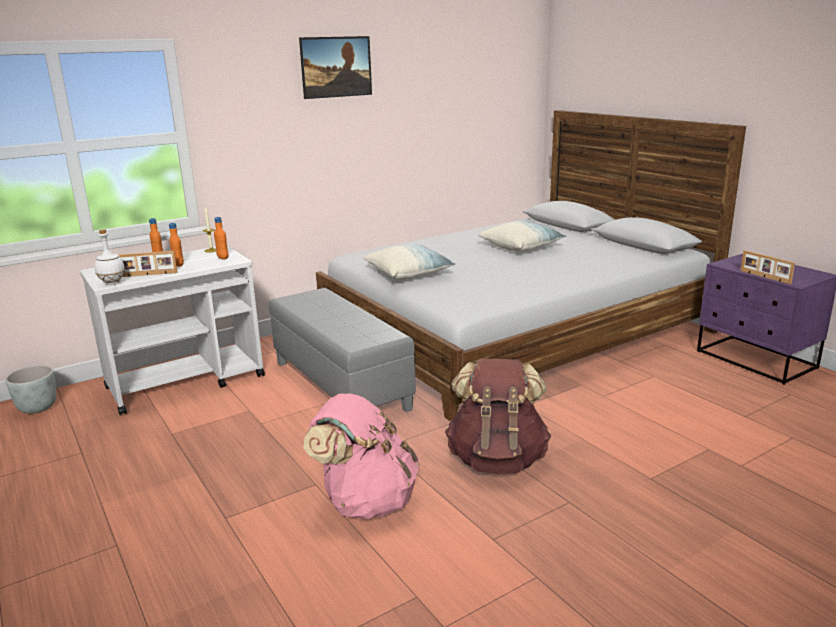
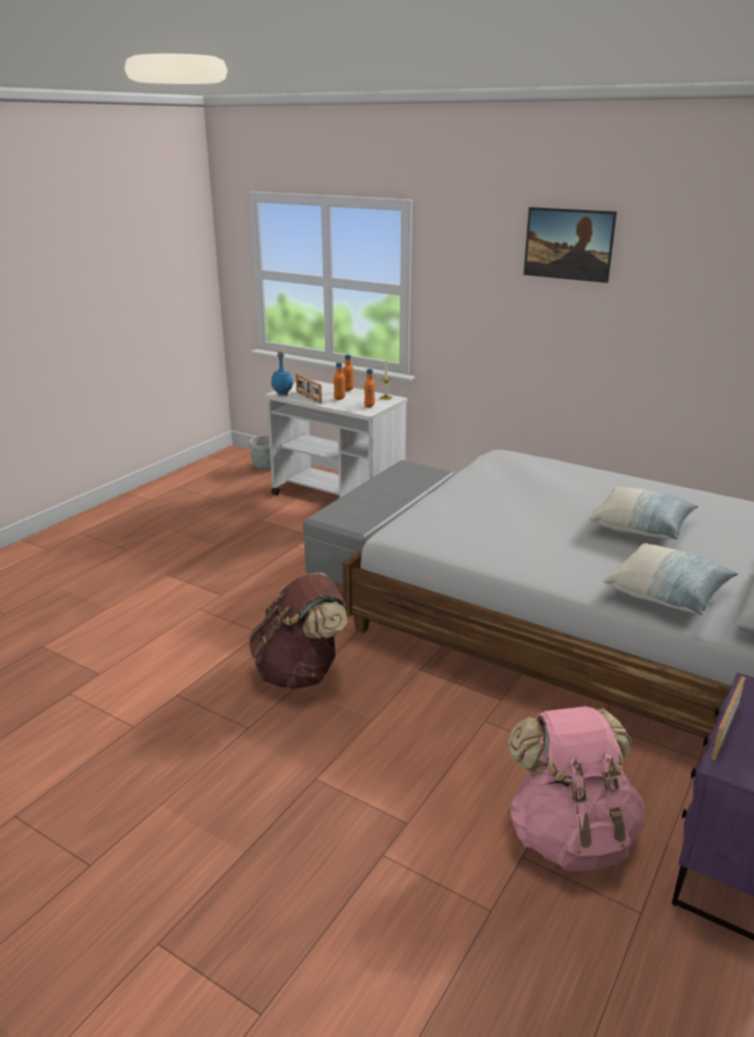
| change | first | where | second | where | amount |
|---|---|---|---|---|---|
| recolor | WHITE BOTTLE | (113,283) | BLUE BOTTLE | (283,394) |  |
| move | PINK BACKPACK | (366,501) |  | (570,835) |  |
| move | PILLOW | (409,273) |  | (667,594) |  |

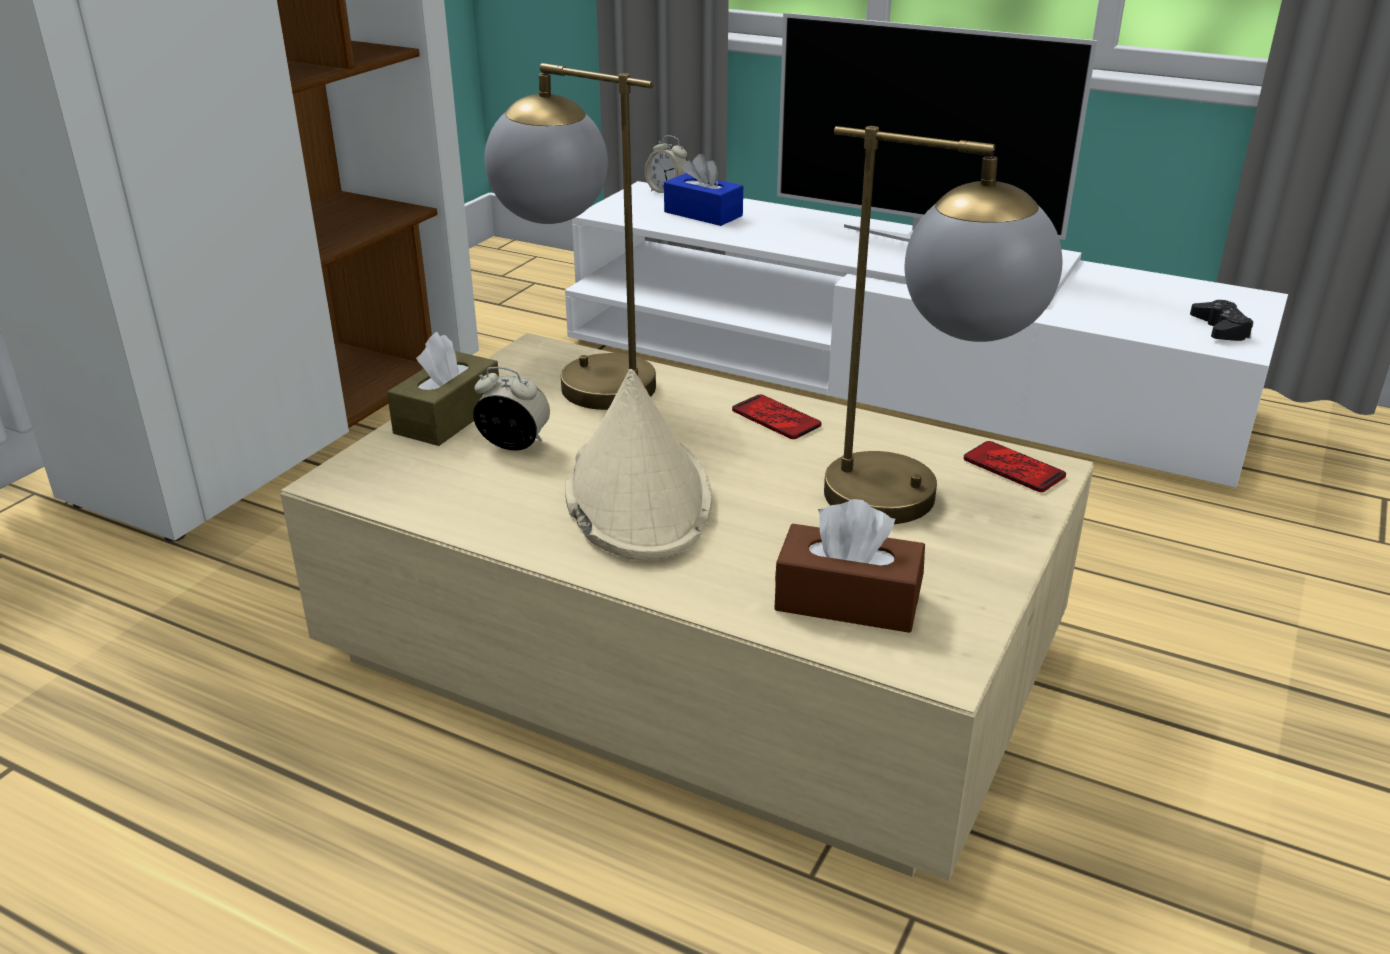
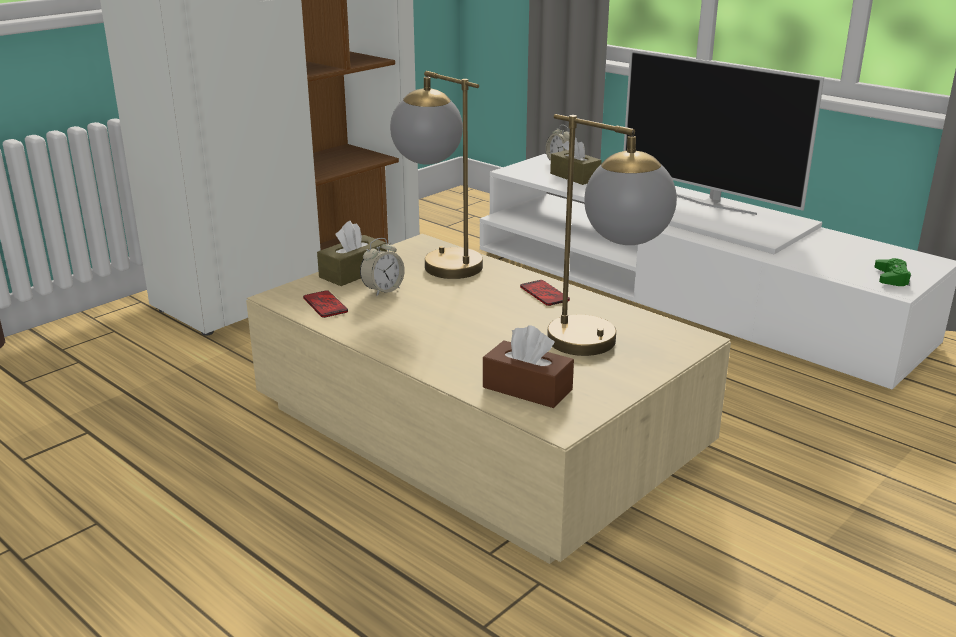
| change | first | where | second | where | amount |
|---|---|---|---|---|---|
| move | PHONE | (1013,468) |  | (325,305) |  |
| rotate | ALARM CLOCK | (514,444) |  | (383,290) | 105 degrees clockwise |
| recolor | BLUE TISSUE BOX | (703,214) | BROWN TISSUE BOX | (575,176) |  |
| recolor | BLACK GAME CONTROLLER | (1220,329) | GREEN GAME CONTROLLER | (891,278) |  |
| delete | BEIGE HAT | (636,495) |  |  |  |

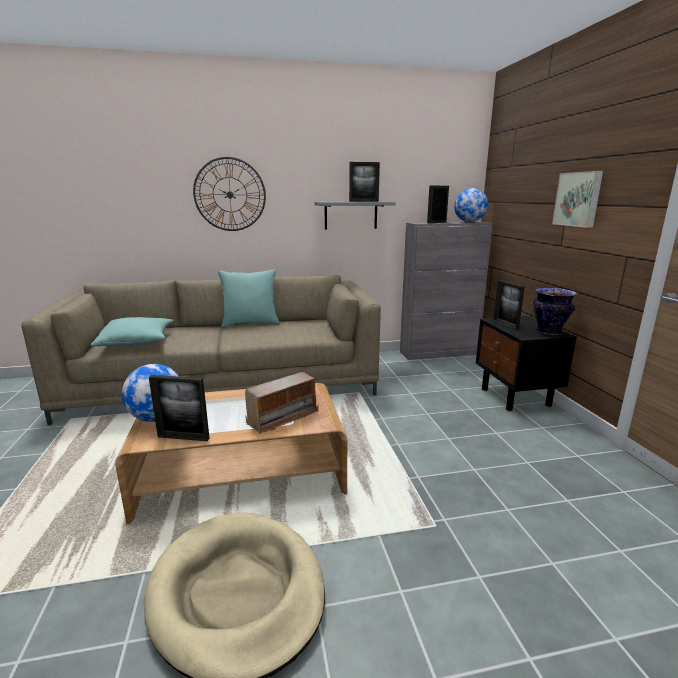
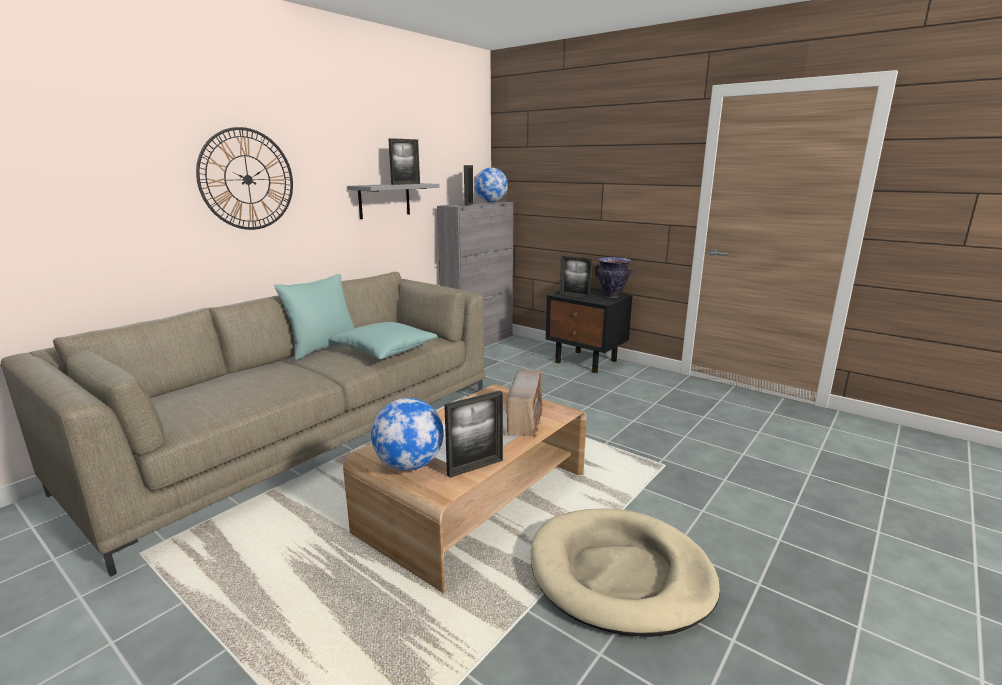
| change | first | where | second | where | amount |
|---|---|---|---|---|---|
| move | TURQUOISE PILLOW | (137,342) |  | (385,351) |  |
| delete | PICTURE | (578,199) |  |  |  |

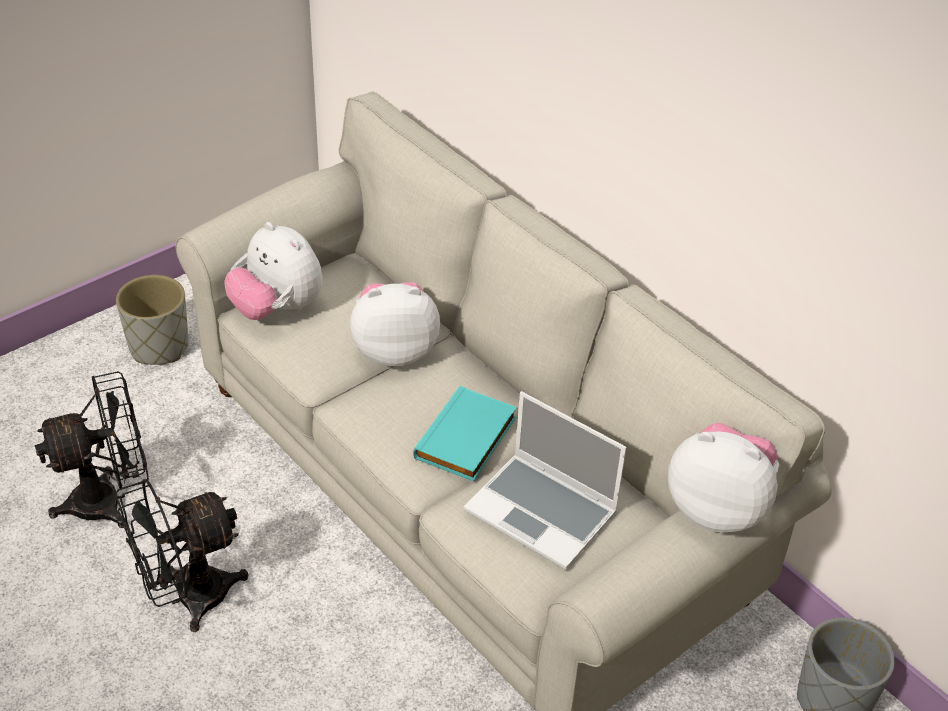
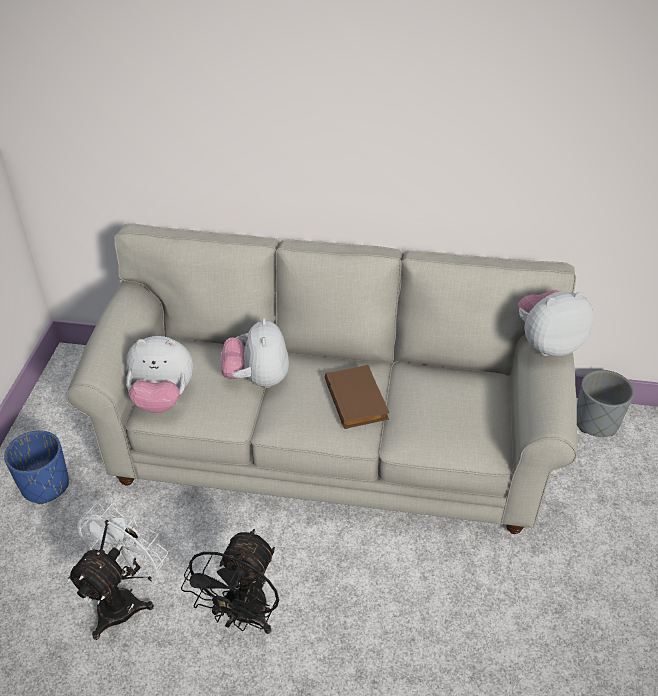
| change | first | where | second | where | amount |
|---|---|---|---|---|---|
| recolor | GREY PLANTER | (159,347) | BLUE PLANTER | (46,485) |  |
| recolor | BLACK FAN | (110,500) | WHITE FAN | (124,599) |  |
| rotate | PLUSH TOY | (394,350) |  | (257,378) | 45 degrees counterclockwise |
| recolor | TURQUOISE BOOK | (467,439) | BROWN BOOK | (358,399) |  |
| delete | LAPTOP | (543,512) |  |  |  |

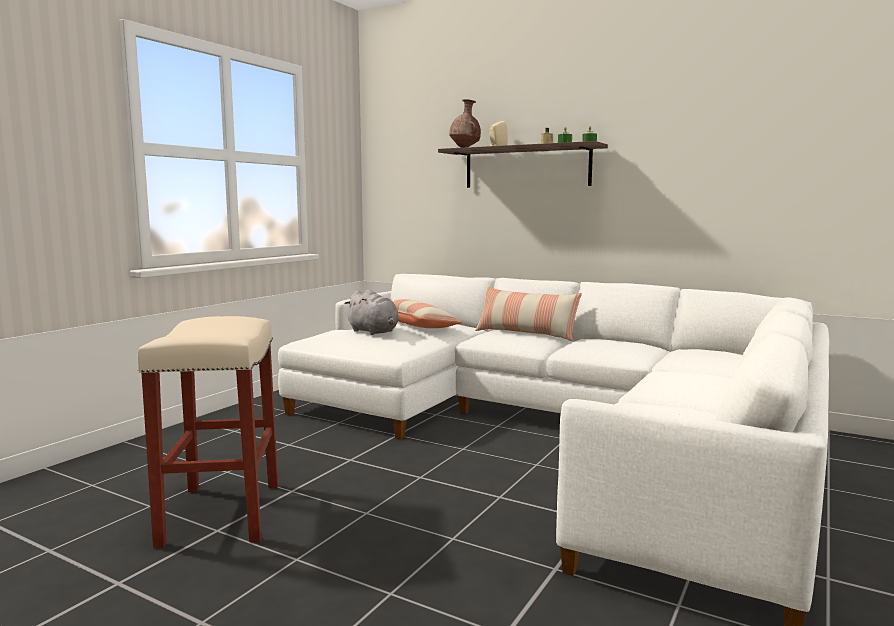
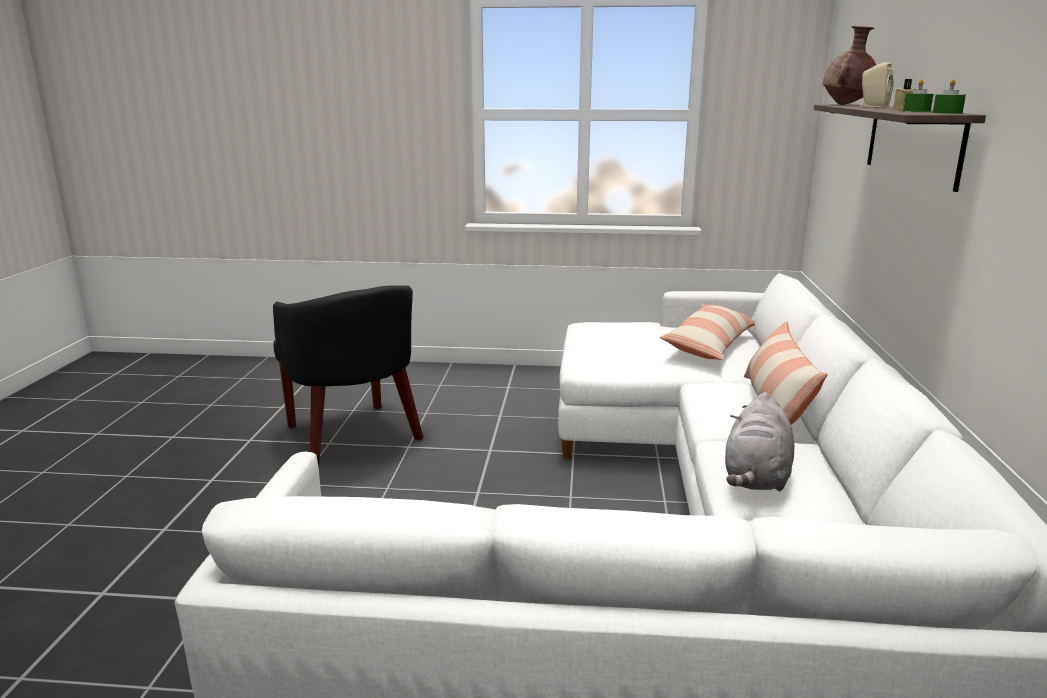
| change | first | where | second | where | amount |
|---|---|---|---|---|---|
| replace | BEIGE STOOL | (222,514) | BLACK ARMCHAIR | (353,436) |  |
| move | GREY PLUSH TOY | (374,332) |  | (756,477) |  |

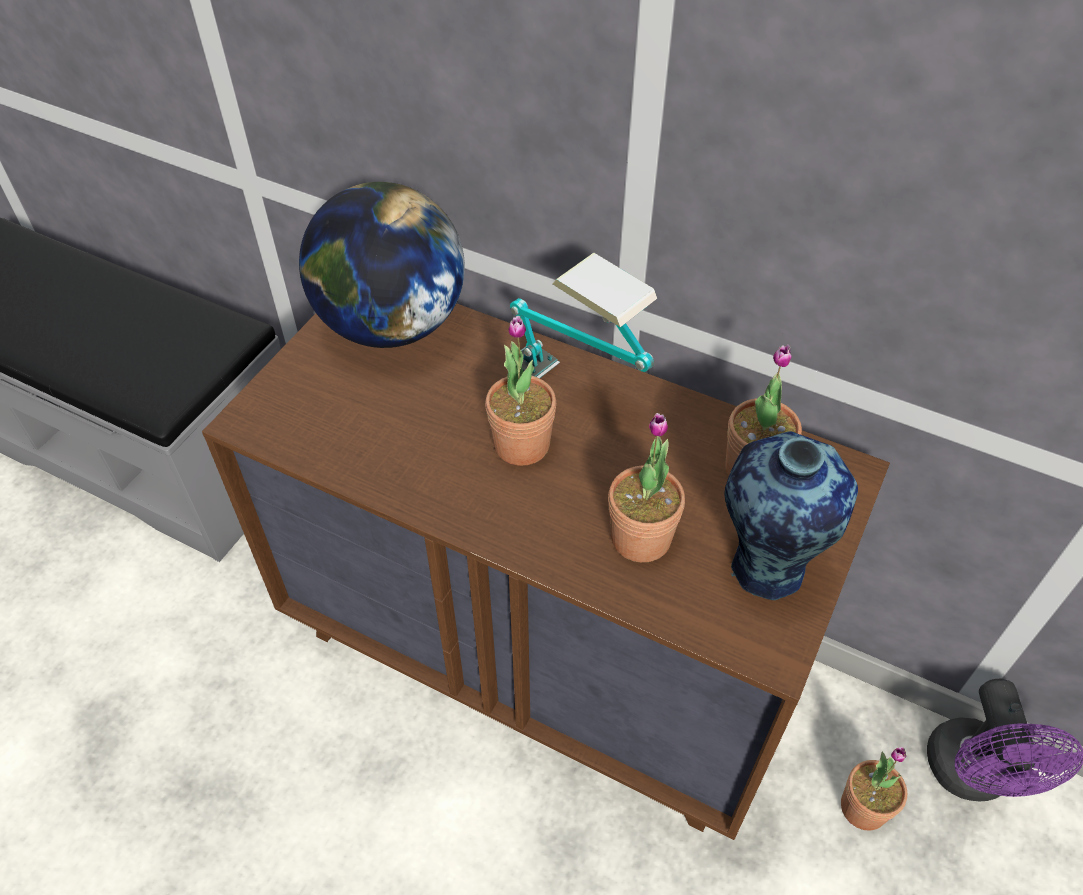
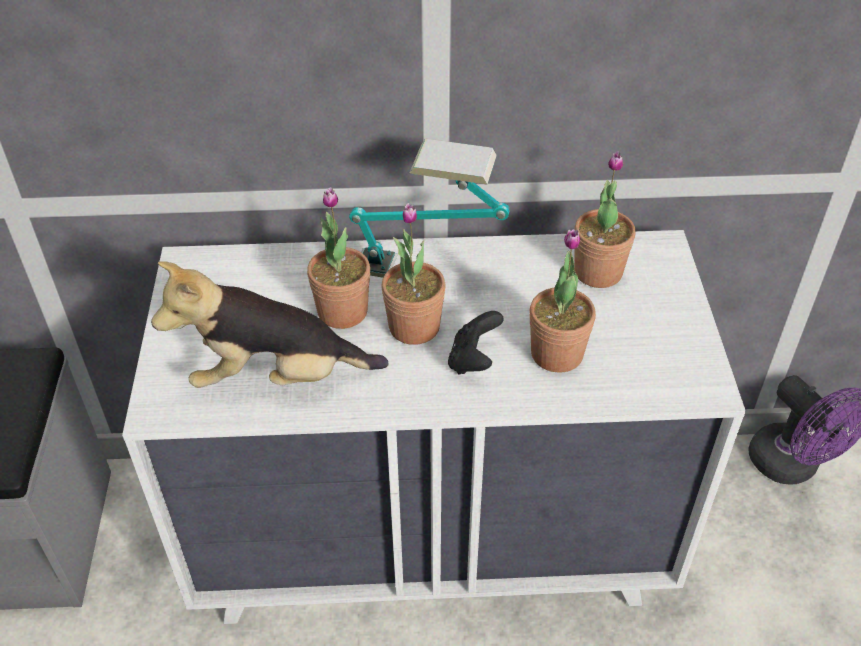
| change | first | where | second | where | amount |
|---|---|---|---|---|---|
| recolor | BROWN DRESSER | (543,655) | WHITE DRESSER | (433,537) |  |
| insert |  |  | PLUSH TOY | (276,377) |  |
| move | POTTED PLANT | (863,807) |  | (342,311) |  |
| insert |  |  | BLACK GAME CONTROLLER | (473,360) |  |
| delete | GLOBE | (391,325) |  |  |  |
| delete | VASE | (764,570) |  |  |  |

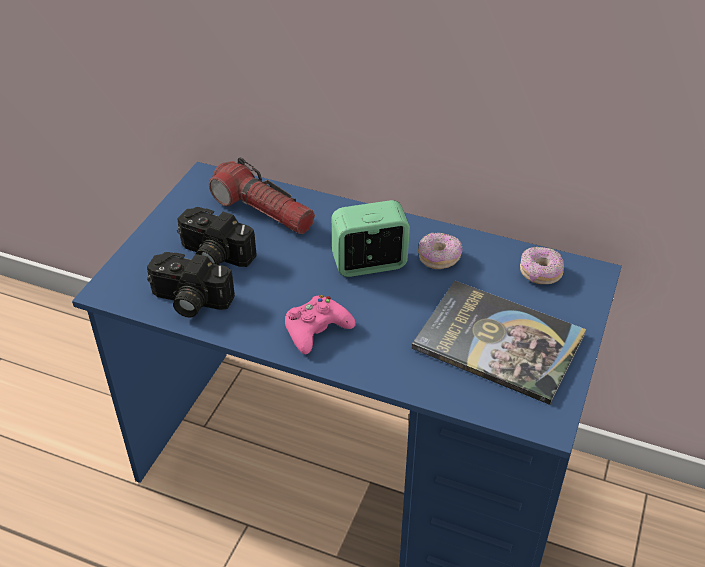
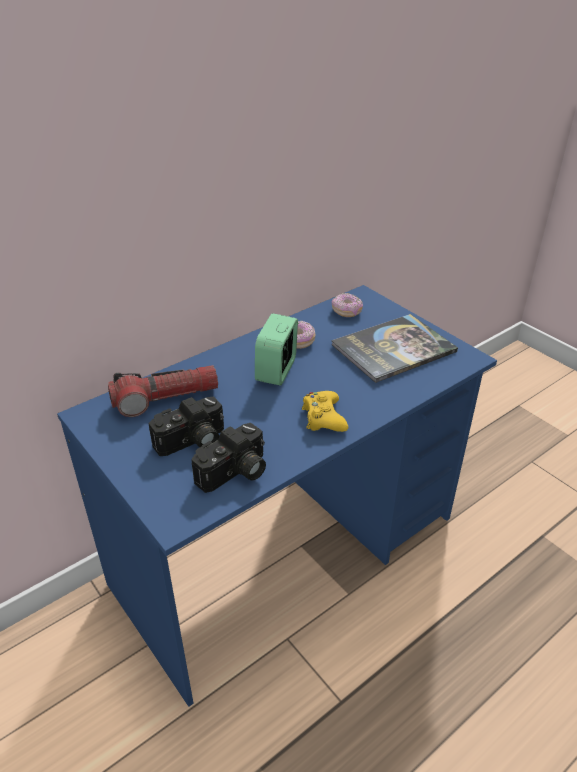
| change | first | where | second | where | amount |
|---|---|---|---|---|---|
| recolor | PINK GAME CONTROLLER | (316,330) | YELLOW GAME CONTROLLER | (323,418) |  |

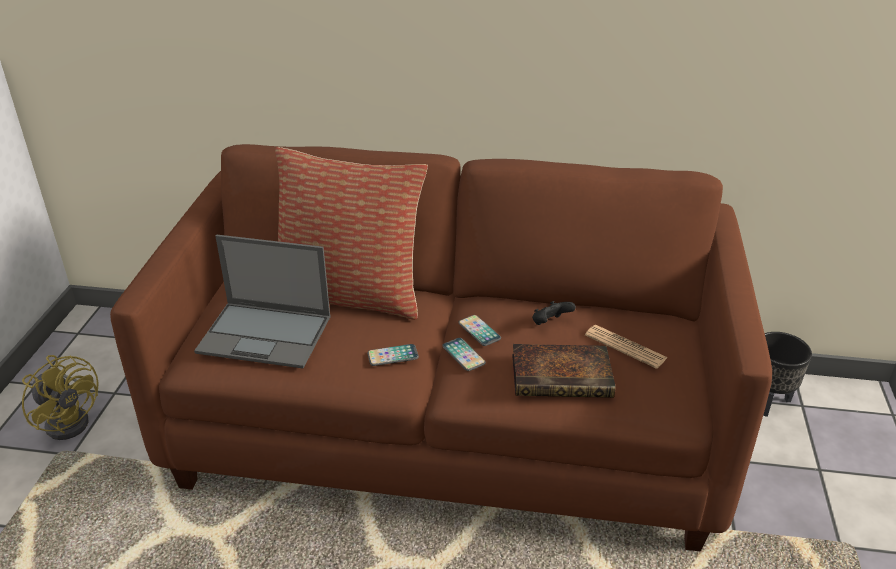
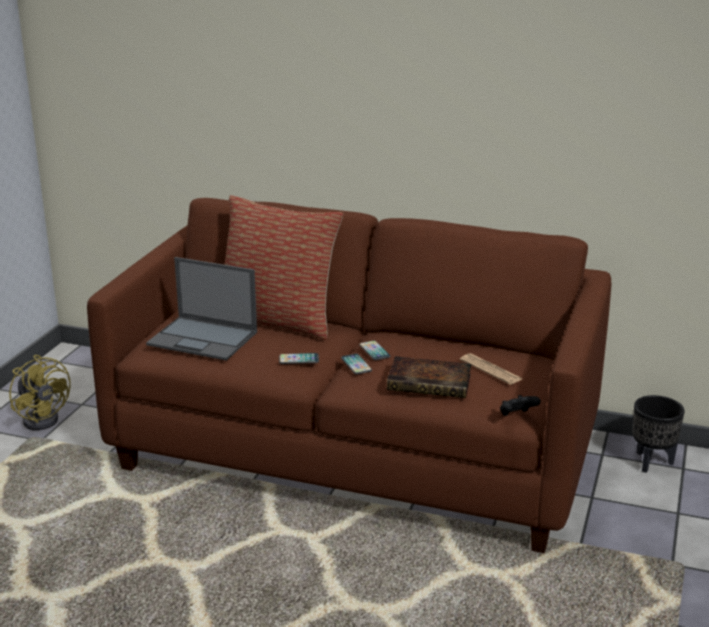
| change | first | where | second | where | amount |
|---|---|---|---|---|---|
| move | BLACK GAME CONTROLLER | (550,323) |  | (517,416) |  |

